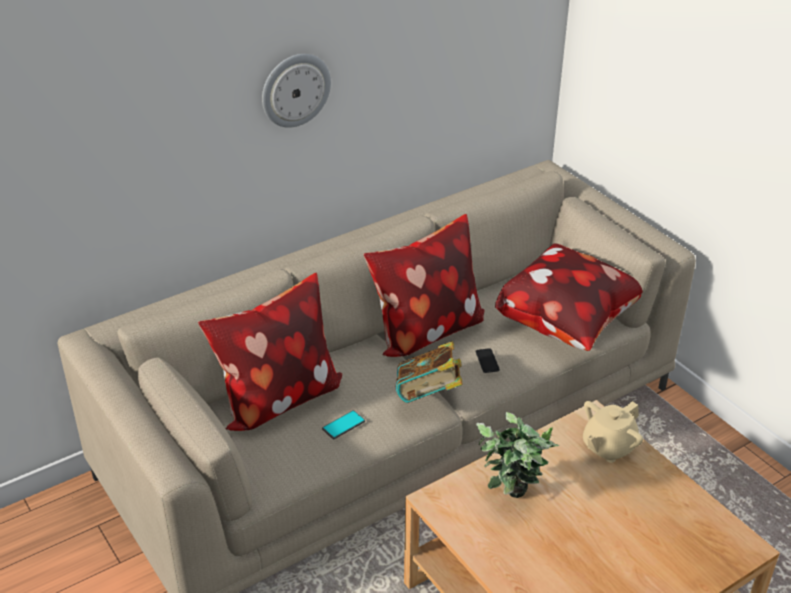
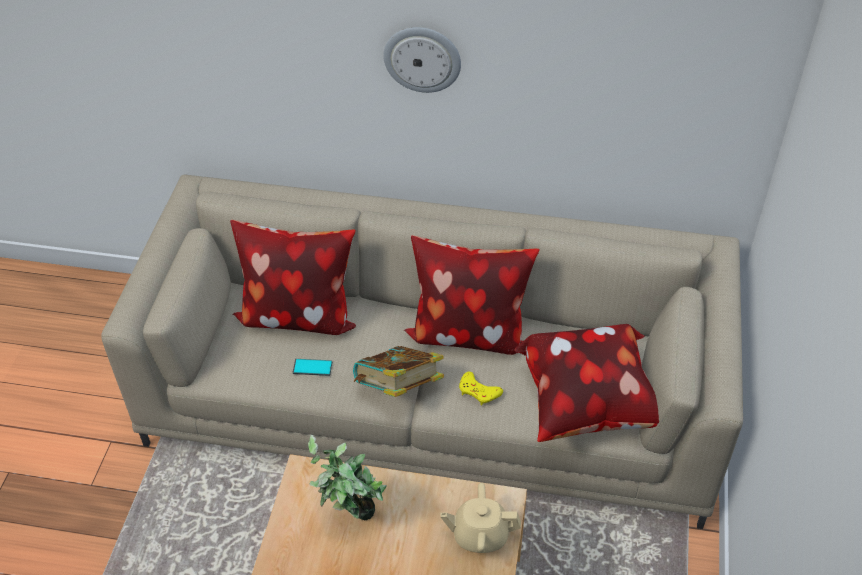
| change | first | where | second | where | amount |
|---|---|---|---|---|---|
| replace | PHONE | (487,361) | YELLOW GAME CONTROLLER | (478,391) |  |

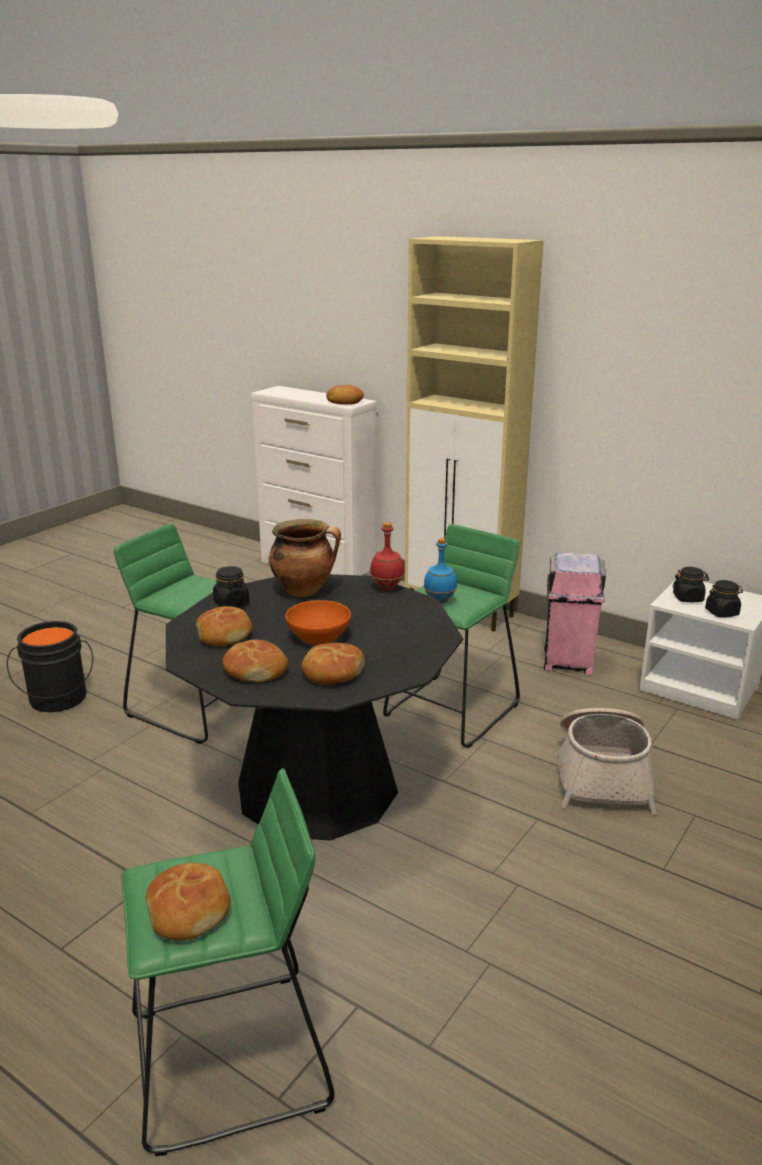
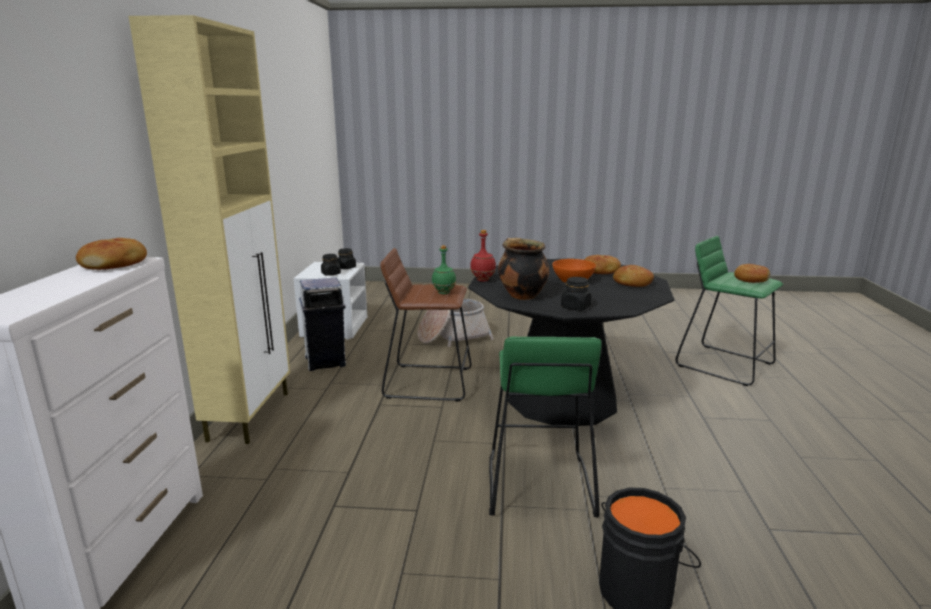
| change | first | where | second | where | amount |
|---|---|---|---|---|---|
| recolor | PINK TRASH CAN | (567,662) | WHITE TRASH CAN | (326,361) |  |
| recolor | GREEN STOOL | (452,710) | BROWN STOOL | (428,382) |  |
| recolor | BLUE BOTTLE | (440,600) | GREEN BOTTLE | (443,293) |  |
| delete | BREAD | (225,635) |  |  |  |

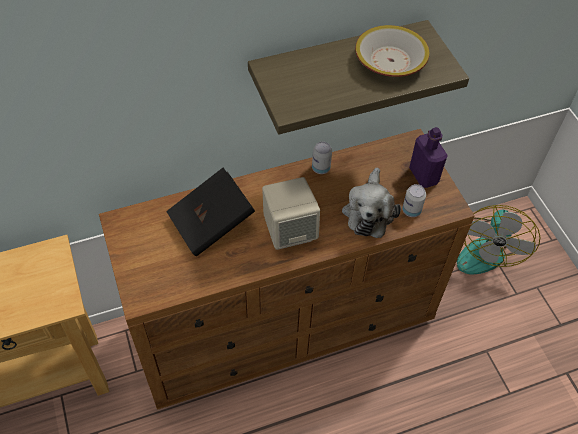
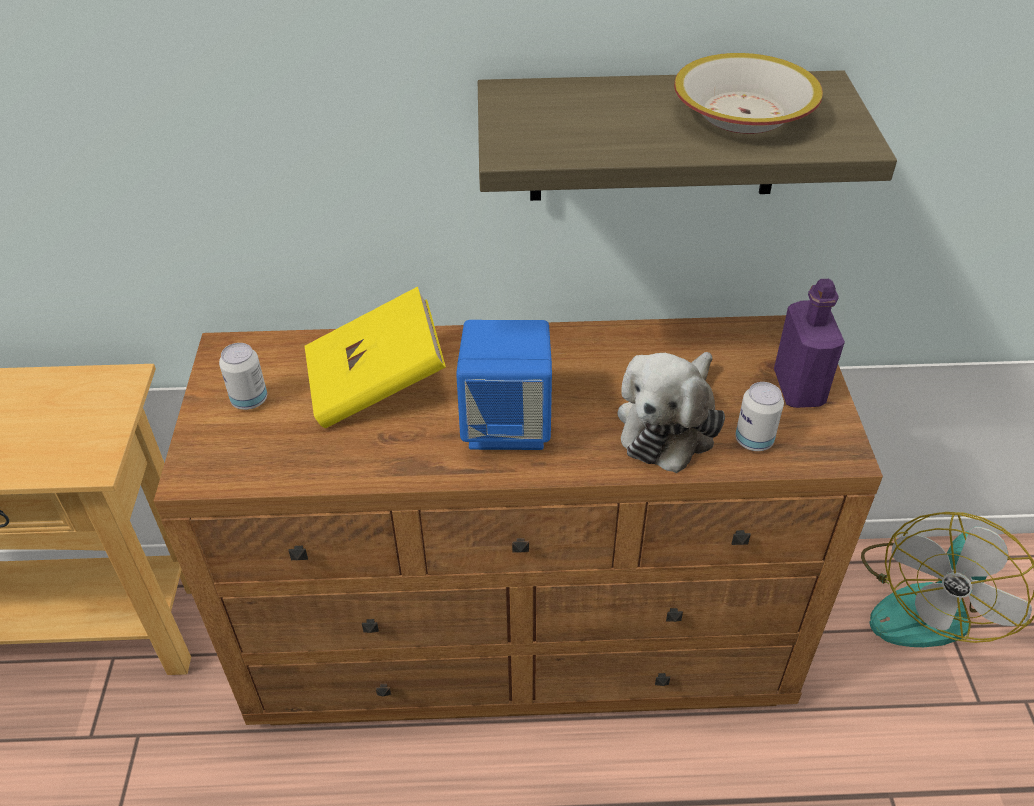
| change | first | where | second | where | amount |
|---|---|---|---|---|---|
| move | CAN | (320,168) |  | (249,400) |  |
| recolor | BLACK BOOK | (212,223) | YELLOW BOOK | (376,384) |  |
| recolor | BEIGE SPEAKER | (289,231) | BLUE SPEAKER | (507,425) |  |

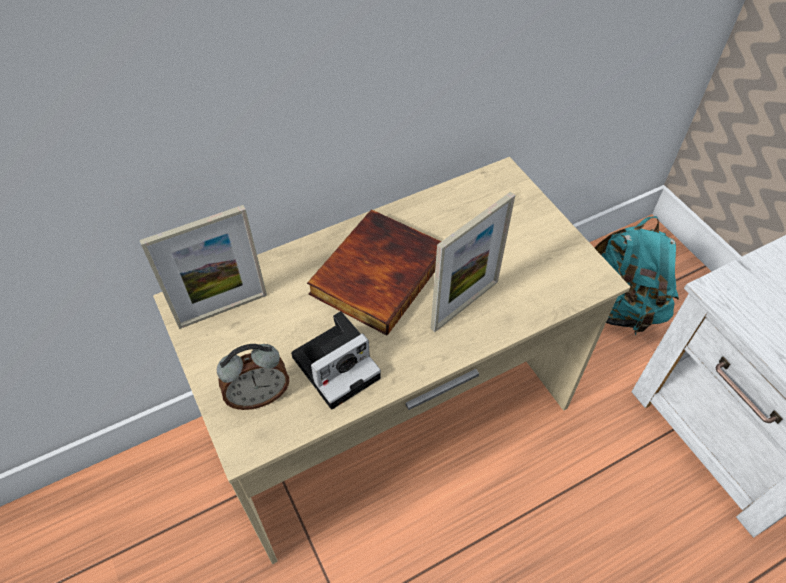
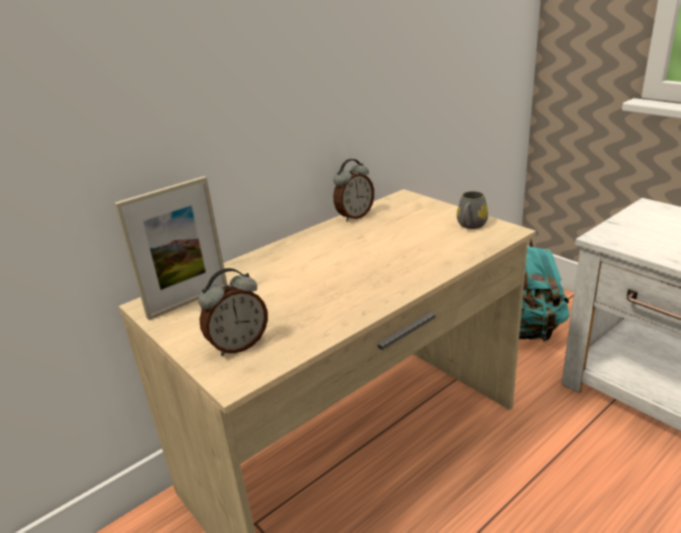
| change | first | where | second | where | amount |
|---|---|---|---|---|---|
| insert |  |  | ALARM CLOCK | (354,216) |  |
| insert |  |  | GREY MUG | (470,226) |  |
| delete | PHOTO CAMERA | (338,364) |  |  |  |
| delete | BOOK | (377,273) |  |  |  |
| delete | PICTURE FRAME | (465,304) |  |  |  |

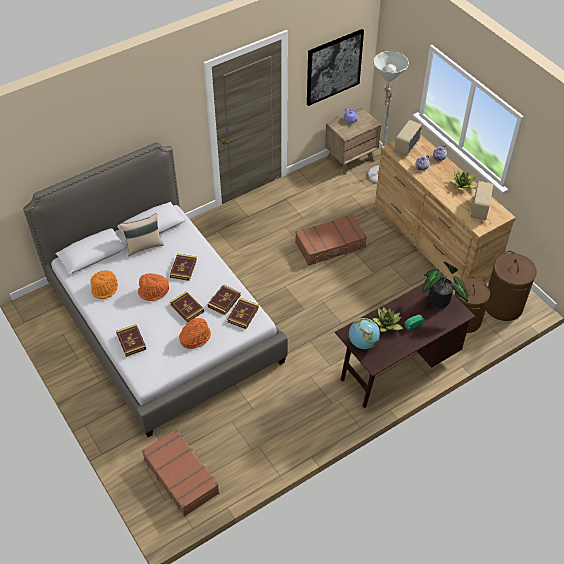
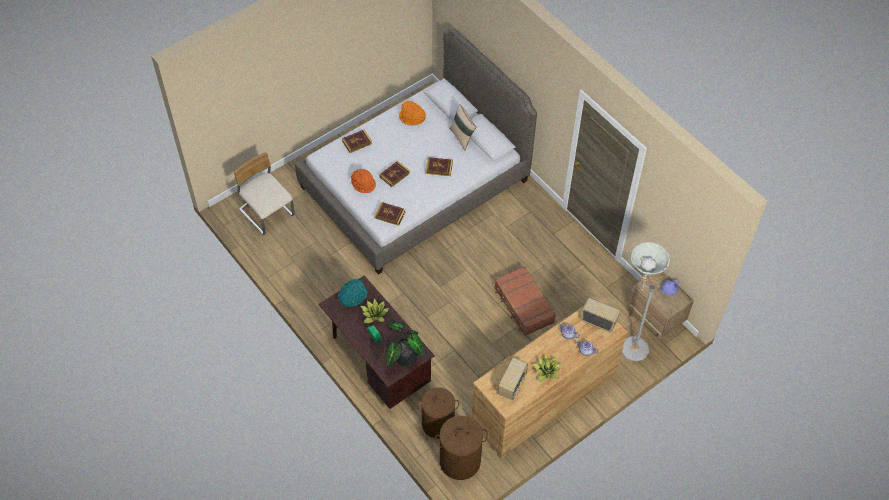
| change | first | where | second | where | amount |
|---|---|---|---|---|---|
| replace | BROWN SUITCASE | (181,476) | BEIGE CHAIR | (267,213) |  |
| replace | GLOBE | (363,343) | TURQUOISE HAT | (352,296) |  |
| rotate | RADIO | (479,209) |  | (512,385) | 105 degrees clockwise |
| delete | ORANGE HAT | (154,291) |  |  |  |
| delete | BOOK | (224,301) |  |  |  |
| delete | PICTURE | (333,67) |  |  |  |

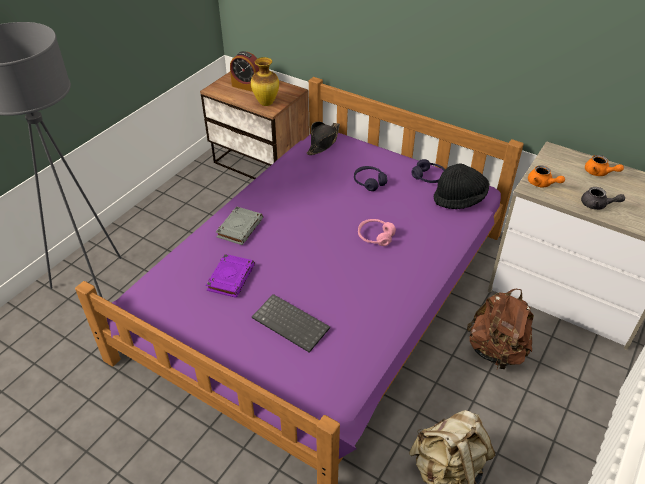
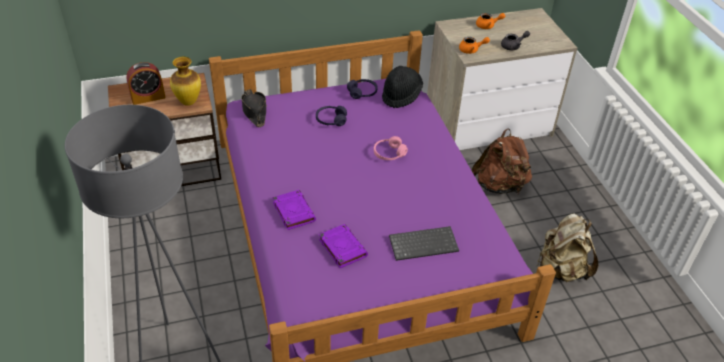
| change | first | where | second | where | amount |
|---|---|---|---|---|---|
| recolor | GREY BOOK | (240,228) | PURPLE BOOK | (293,211) |  |

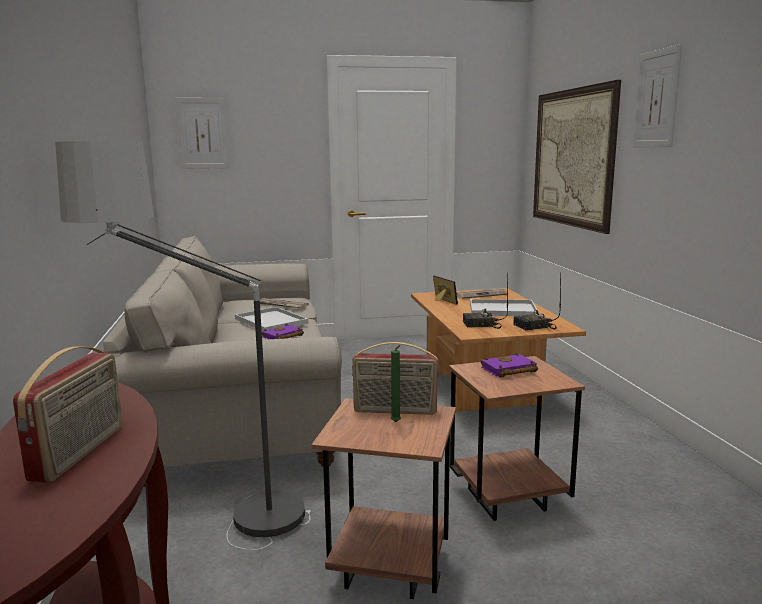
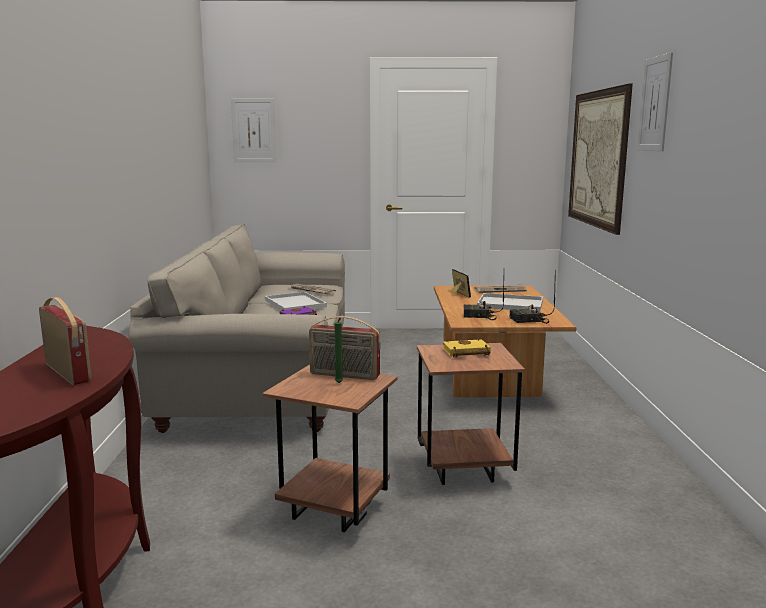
| change | first | where | second | where | amount |
|---|---|---|---|---|---|
| rotate | RADIO | (80,452) |  | (69,372) | 60 degrees counterclockwise |
| recolor | PURPLE BOOK | (508,370) | YELLOW BOOK | (465,352) |  |
| delete | FLOOR LAMP | (210,527) |  |  |  |

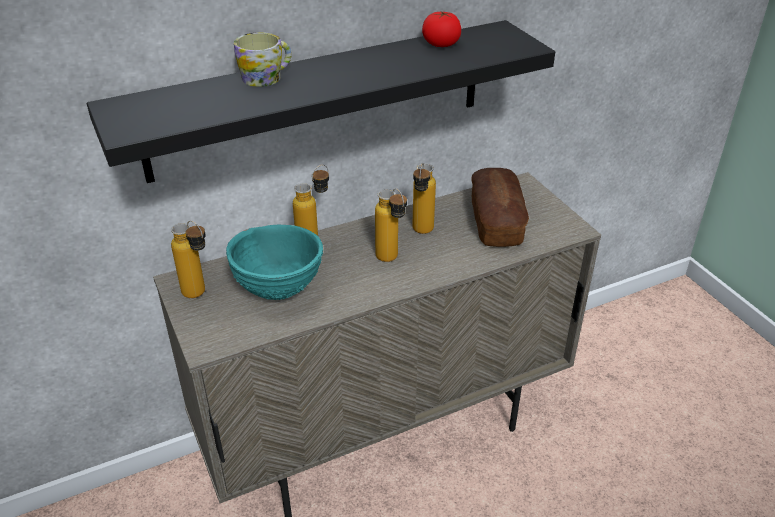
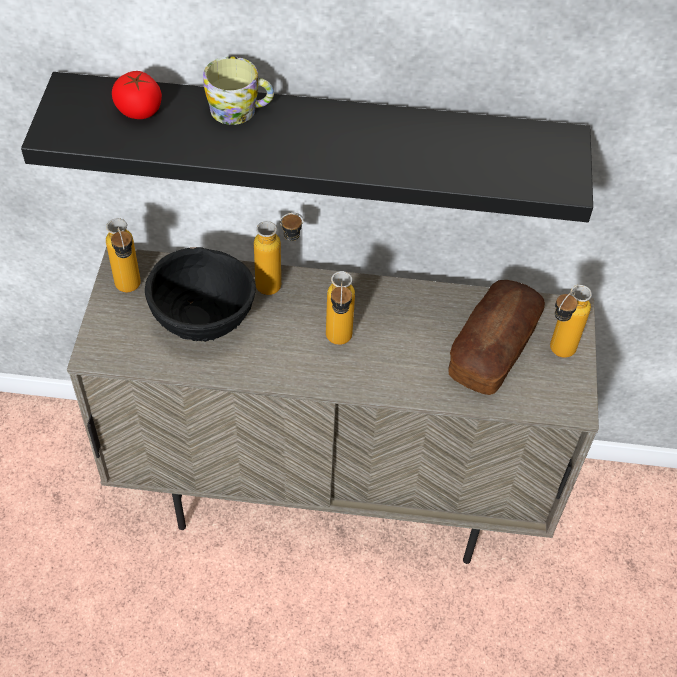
| change | first | where | second | where | amount |
|---|---|---|---|---|---|
| move | TOMATO | (441,44) |  | (139,110) |  |
| recolor | TURQUOISE BOWL | (279,291) | BLACK BOWL | (204,324) |  |
| move | BOTTLE | (421,233) |  | (555,354) |  |

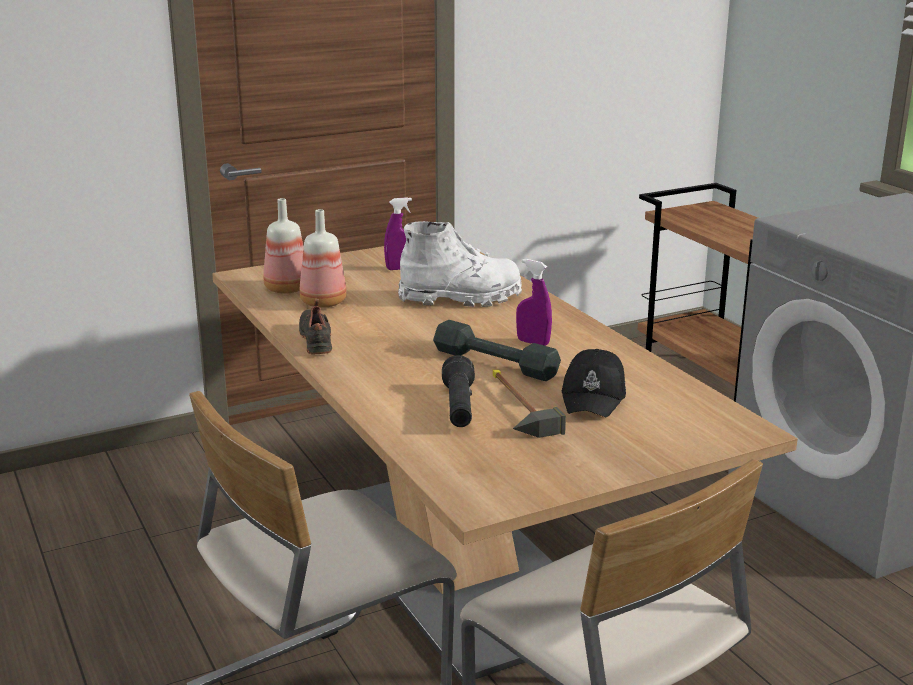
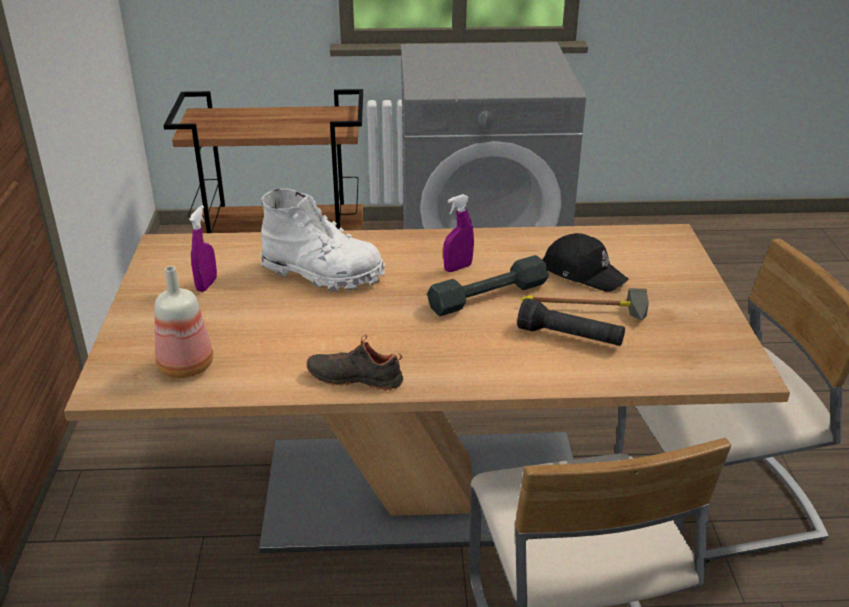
| change | first | where | second | where | amount |
|---|---|---|---|---|---|
| rotate | WHITE BOOT | (461,298) |  | (323,273) | 90 degrees clockwise |
| delete | BOTTLE | (322,303) |  |  |  |

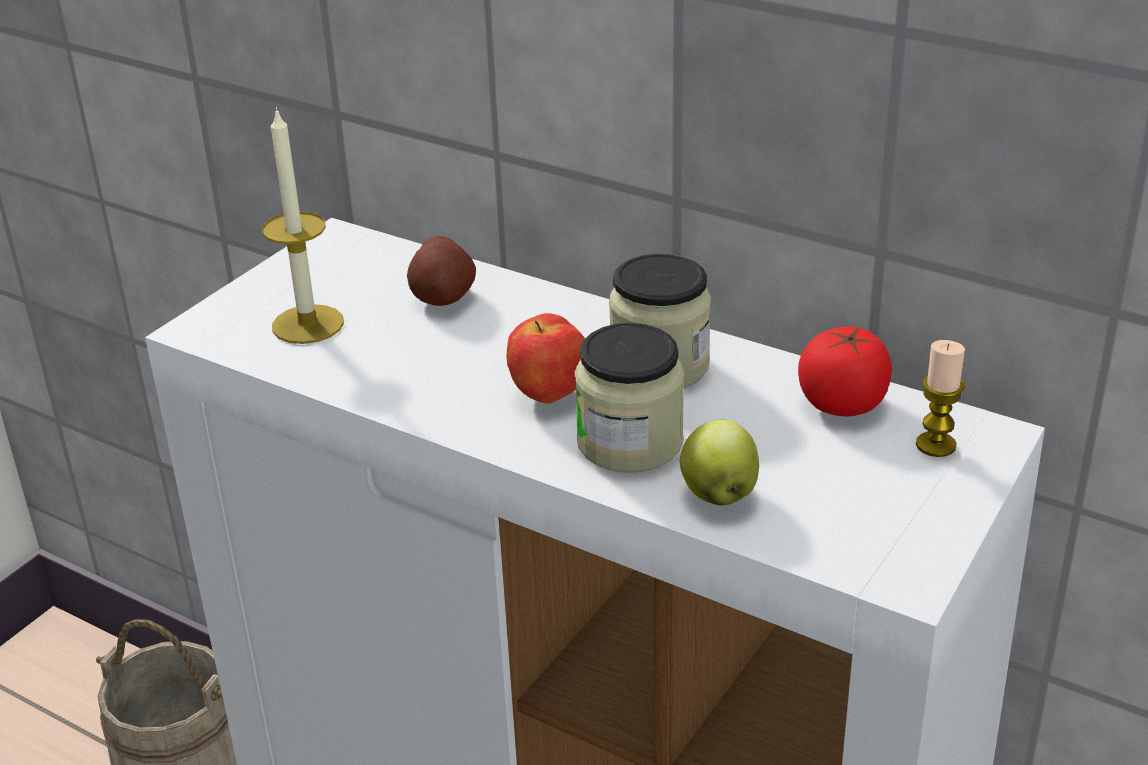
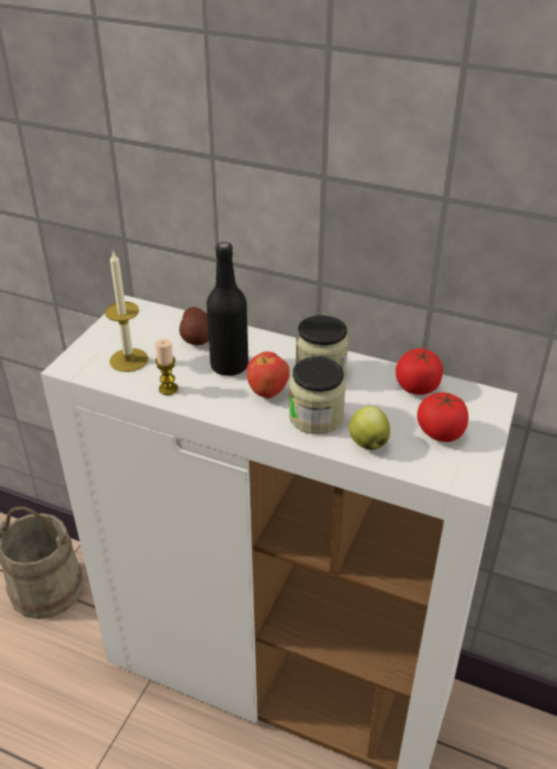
| change | first | where | second | where | amount |
|---|---|---|---|---|---|
| move | CANDLE | (935,445) |  | (168,389) |  |
| insert |  |  | BLACK BOTTLE | (229,366) |  |
| insert |  |  | TOMATO | (440,432) |  |

